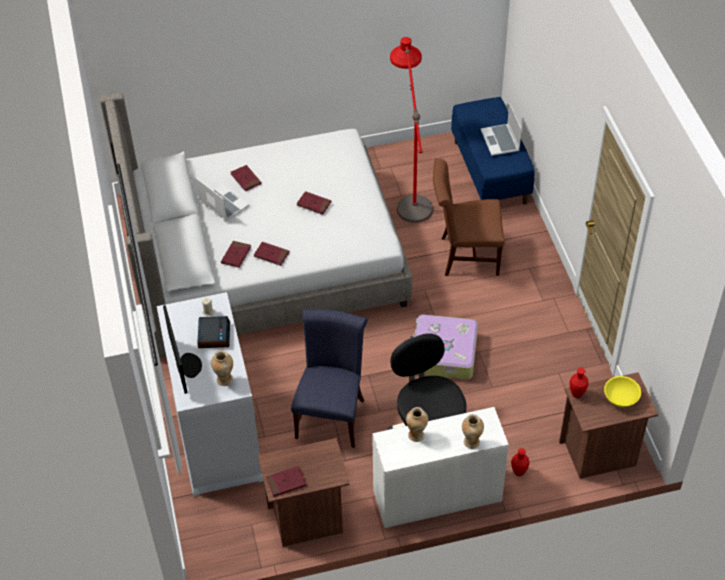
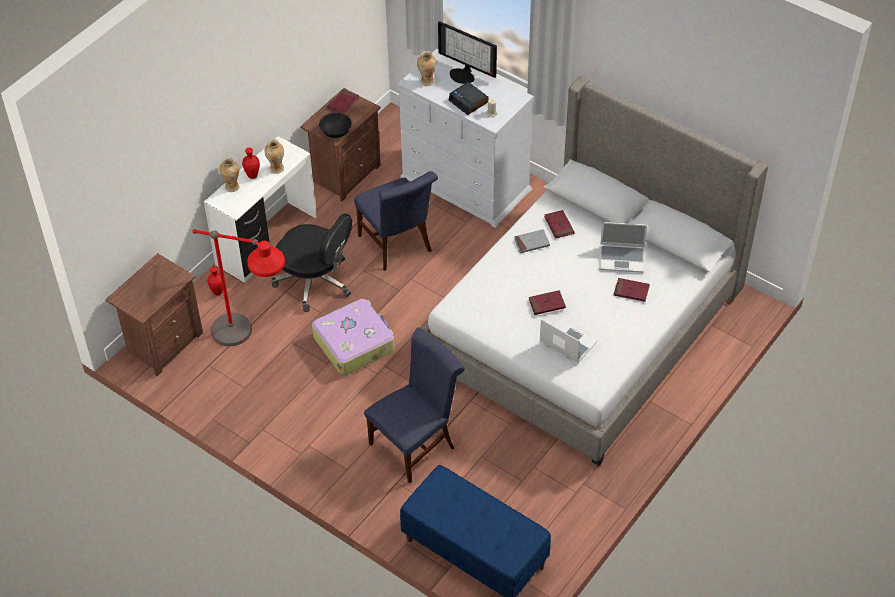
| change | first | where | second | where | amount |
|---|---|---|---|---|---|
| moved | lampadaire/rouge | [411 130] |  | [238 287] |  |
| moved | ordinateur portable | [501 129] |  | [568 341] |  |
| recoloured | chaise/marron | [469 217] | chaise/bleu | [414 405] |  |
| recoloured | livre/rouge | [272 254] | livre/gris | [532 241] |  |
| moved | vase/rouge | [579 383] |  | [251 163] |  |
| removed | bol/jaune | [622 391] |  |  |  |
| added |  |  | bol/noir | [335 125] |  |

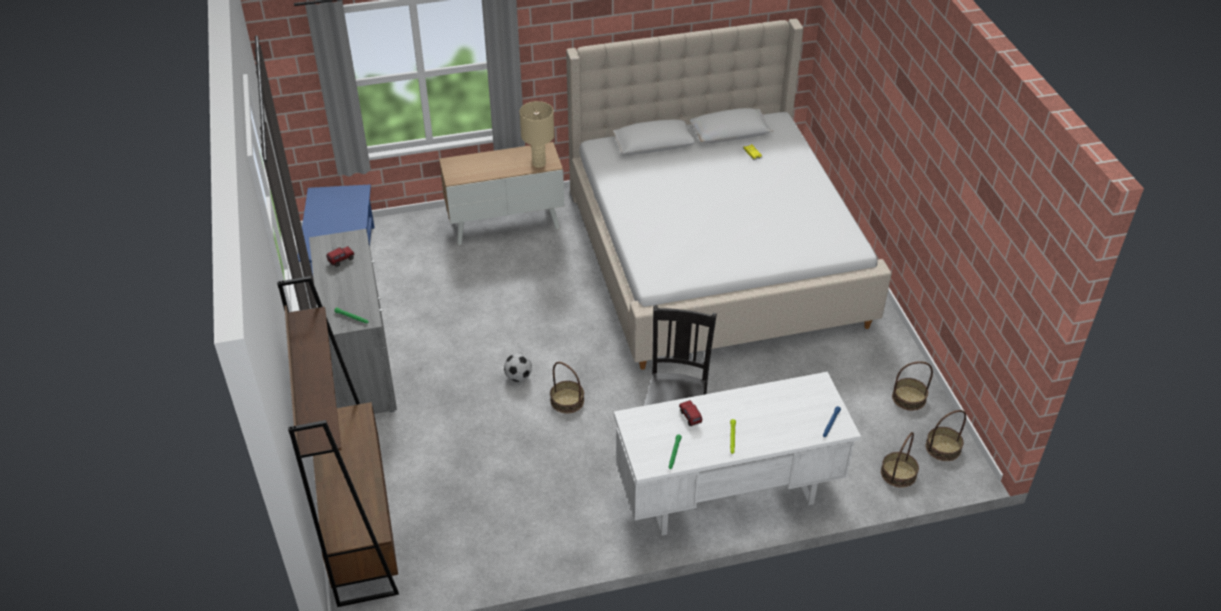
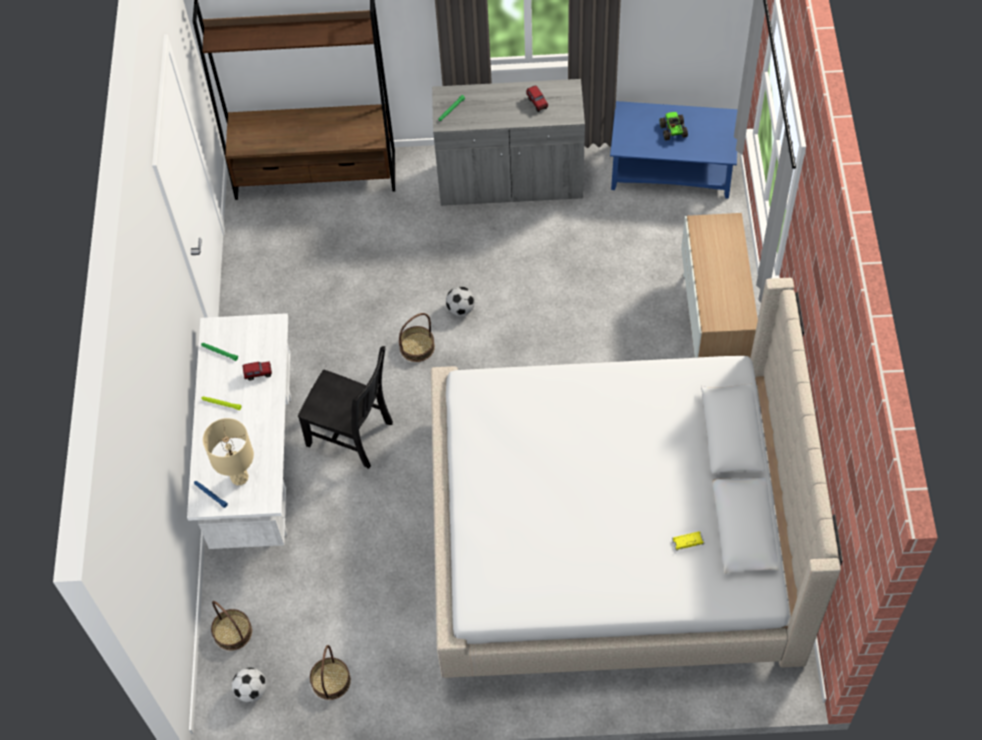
| change | first | where | second | where | amount |
|---|---|---|---|---|---|
| moved | lampe de table/beige | [537 134] |  | [228 451] |  |
| replaced | panier | [946 435] | ballon de foot | [249 685] |  |
| added |  |  | camion jouet | [674 126] |  |

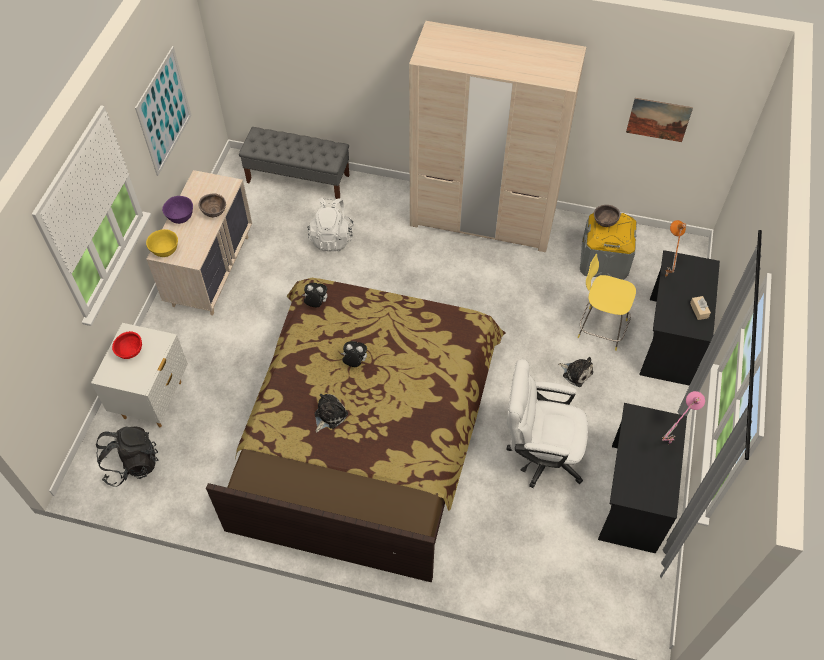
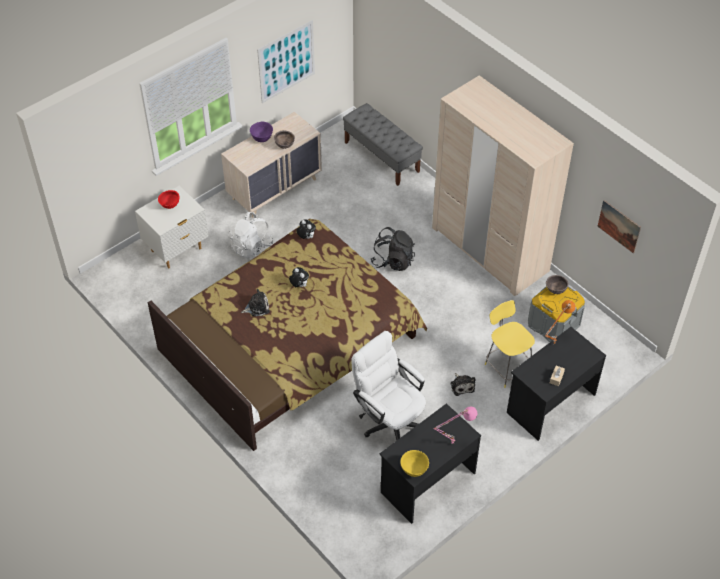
| change | first | where | second | where | amount |
|---|---|---|---|---|---|
| moved | sac à dos/blanc | [330 224] |  | [250 235] |  |
| moved | bol/jaune | [162 243] |  | [414 463] |  |
| moved | sac à dos/noir | [127 457] |  | [392 249] |  |

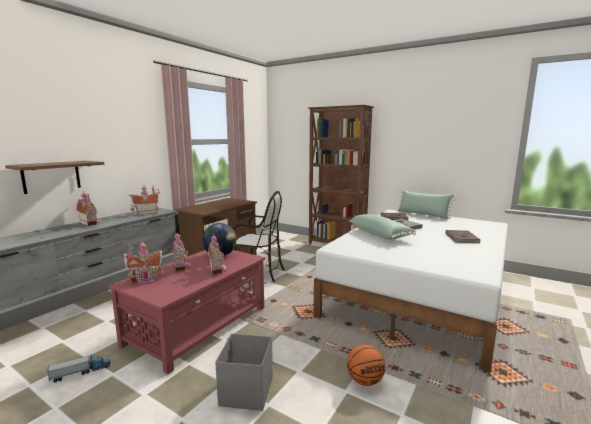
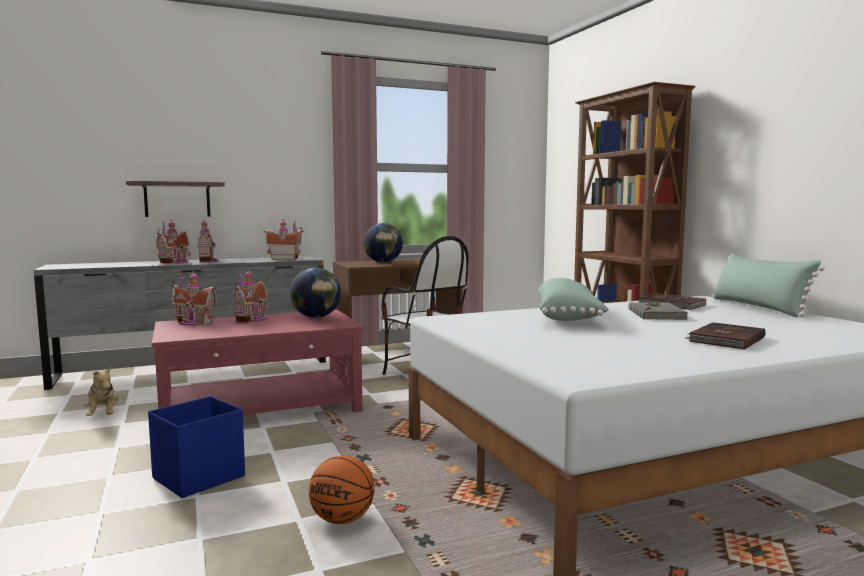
| change | first | where | second | where | amount |
|---|---|---|---|---|---|
| moved | maison miniature | [217 254] |  | [173 241] |  |
| recoloured | boîte de rangement/gris | [244 372] | boîte de rangement/bleu | [196 447] |  |
| replaced | camion jouet | [78 368] | peluche | [101 391] |  |
| added |  |  | globe | [383 243] |  |

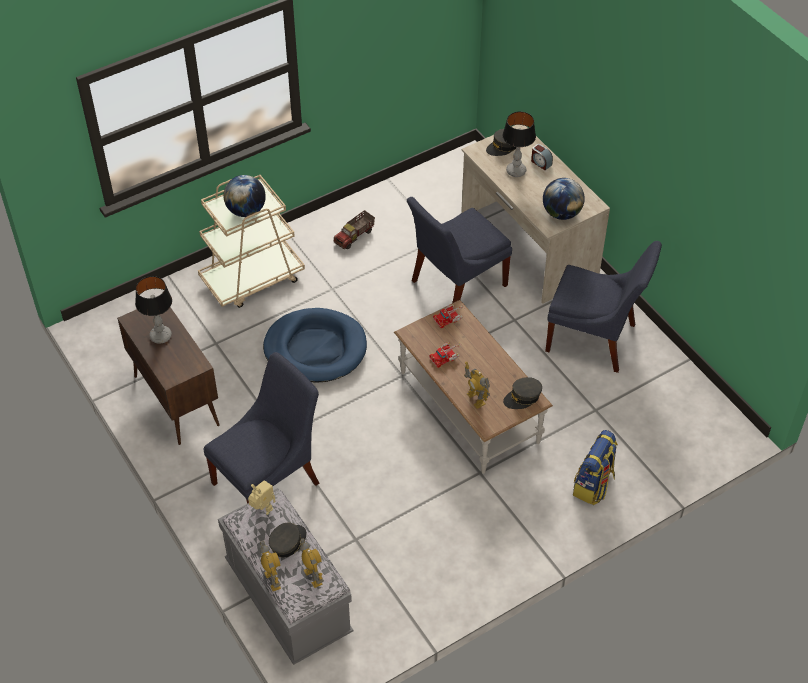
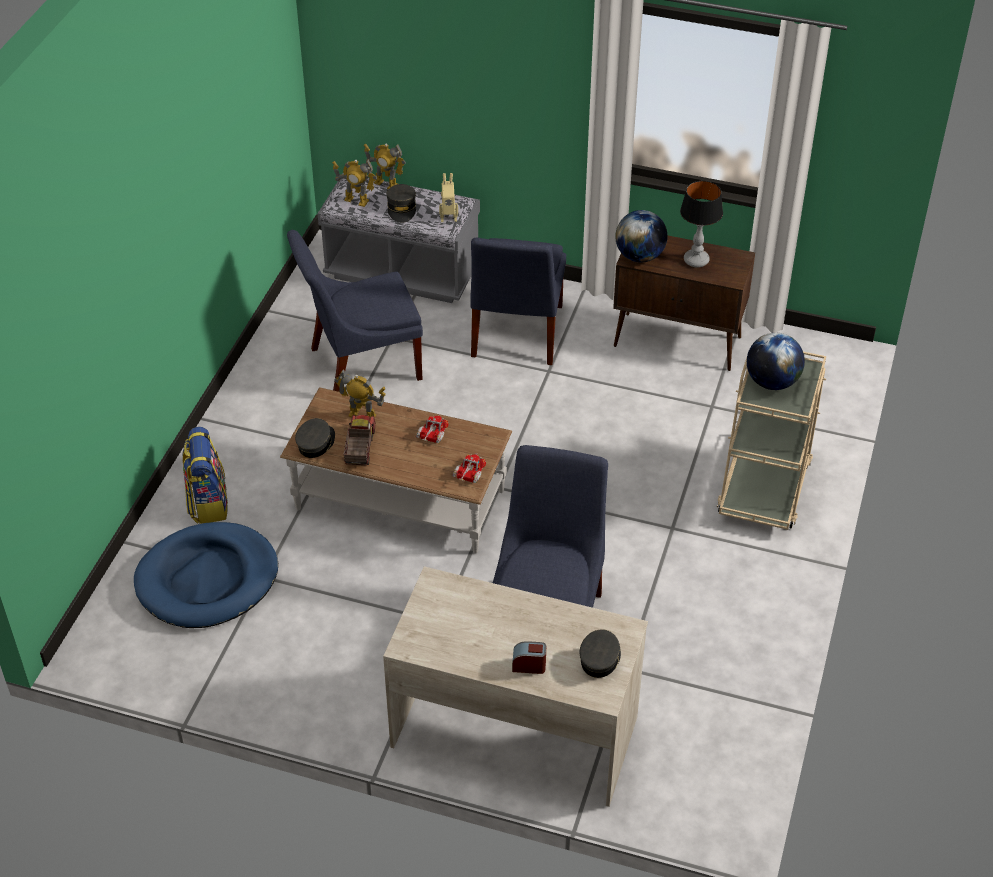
| change | first | where | second | where | amount |
|---|---|---|---|---|---|
| removed | lampe de table | [519 144] |  |  |  |
| moved | globe | [564 199] |  | [641 236] |  |
| moved | camion jouet | [354 229] |  | [359 440] |  |
| moved | chaise/bleu | [603 307] |  | [355 311] |  |
| moved | panier pour chien/bleu | [315 345] |  | [206 575] |  |

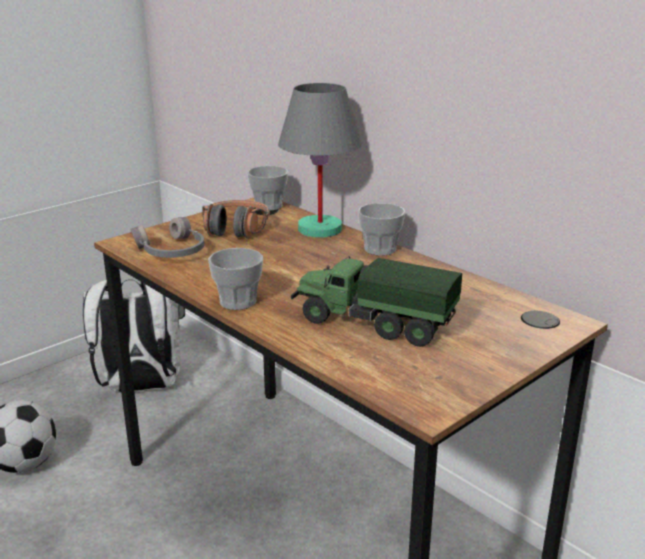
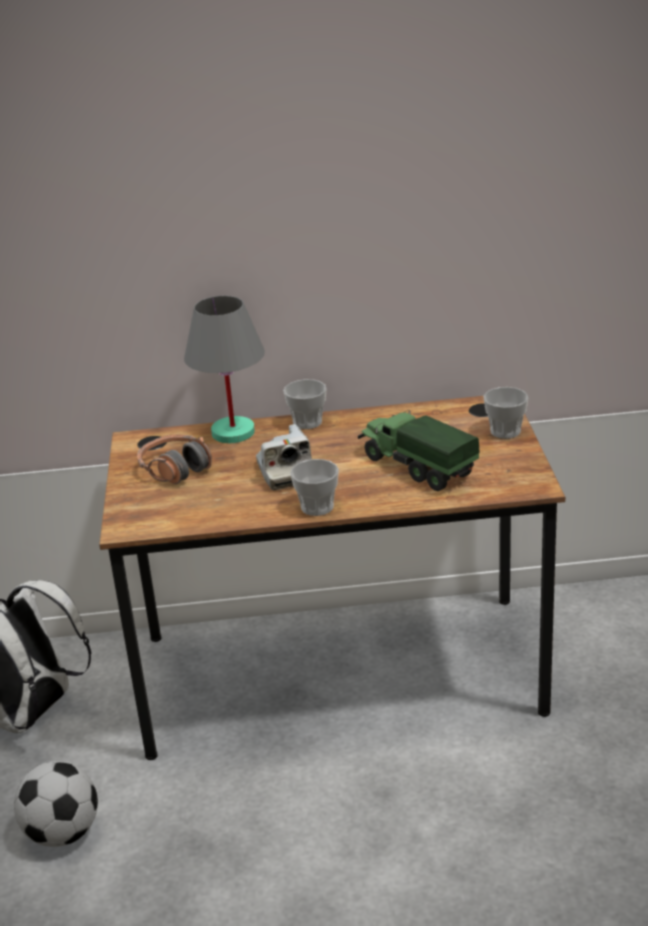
| change | first | where | second | where | amount |
|---|---|---|---|---|---|
| moved | tasse | [267 188] |  | [505 413] |  |
| removed | casque audio/gris | [168 237] |  |  |  |
| turned | camion jouet | [376 301] |  | [419 450] | 75 degrees clockwise |
| added |  |  | appareil photo | [284 457] |  |

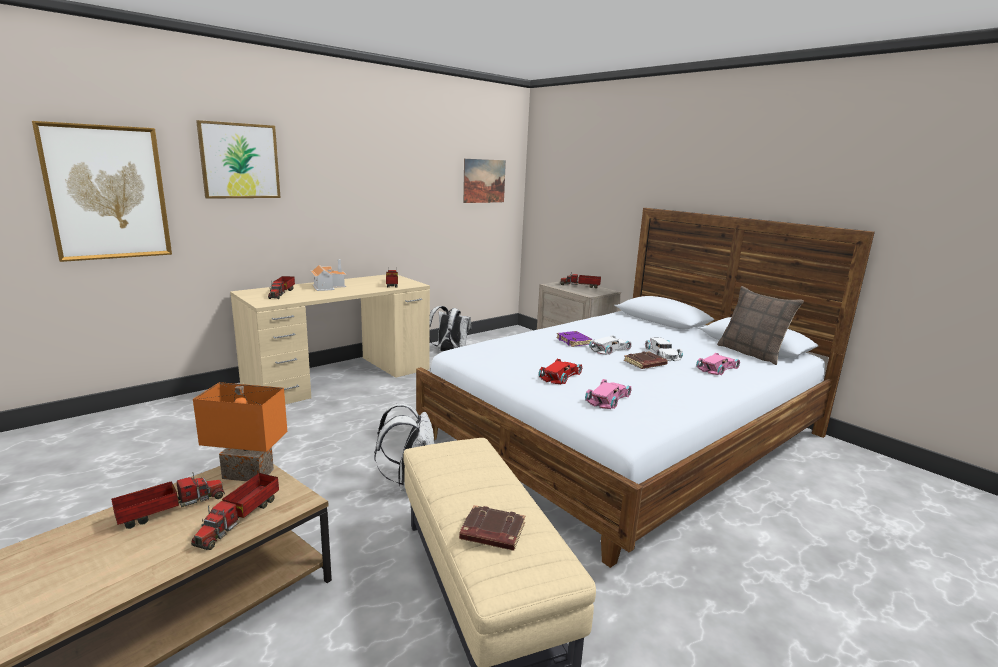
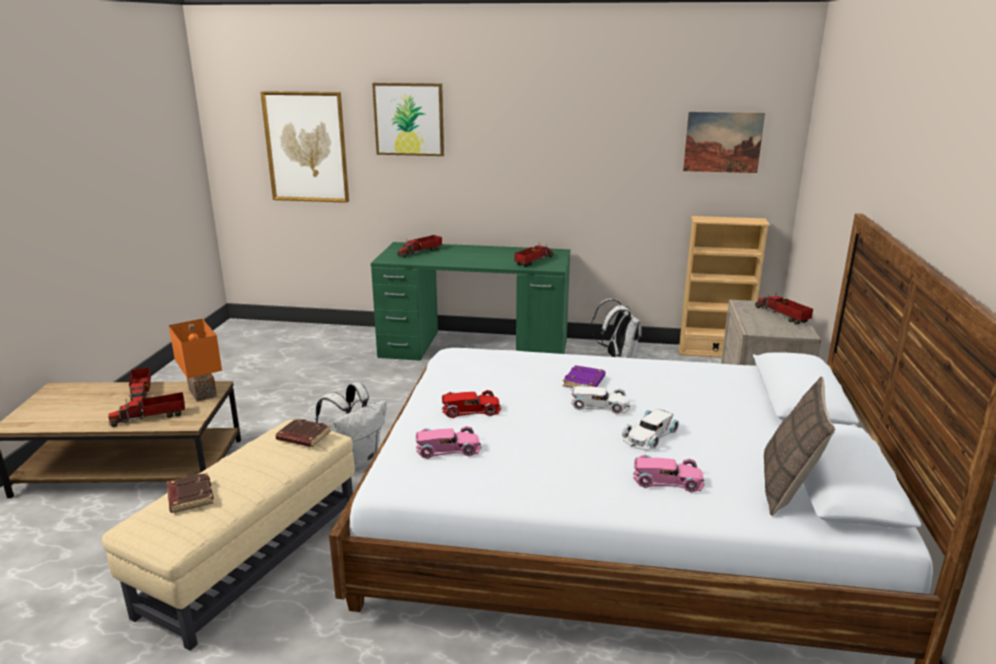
| change | first | where | second | where | amount |
|---|---|---|---|---|---|
| removed | maison miniature | [328 275] |  |  |  |
| recoloured | bureau/beige | [330 340] | bureau/vert | [470 301] |  |
| moved | livre/marron | [646 360] |  | [303 432] |  |
| turned | camion jouet | [168 500] |  | [140 388] | 60 degrees clockwise |
| added |  |  | bibliothèque/beige | [724 287] |  |

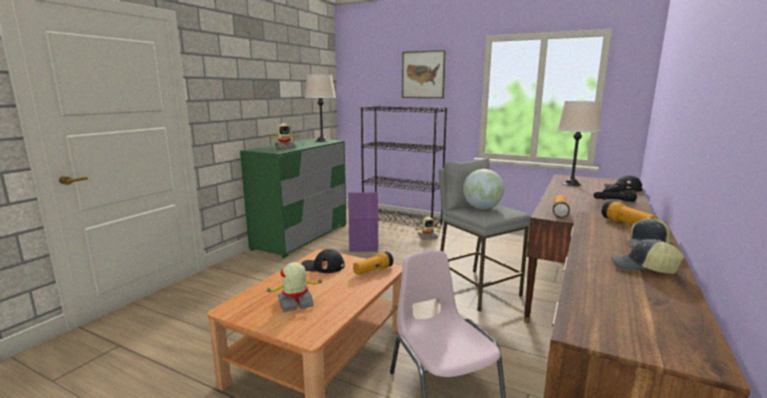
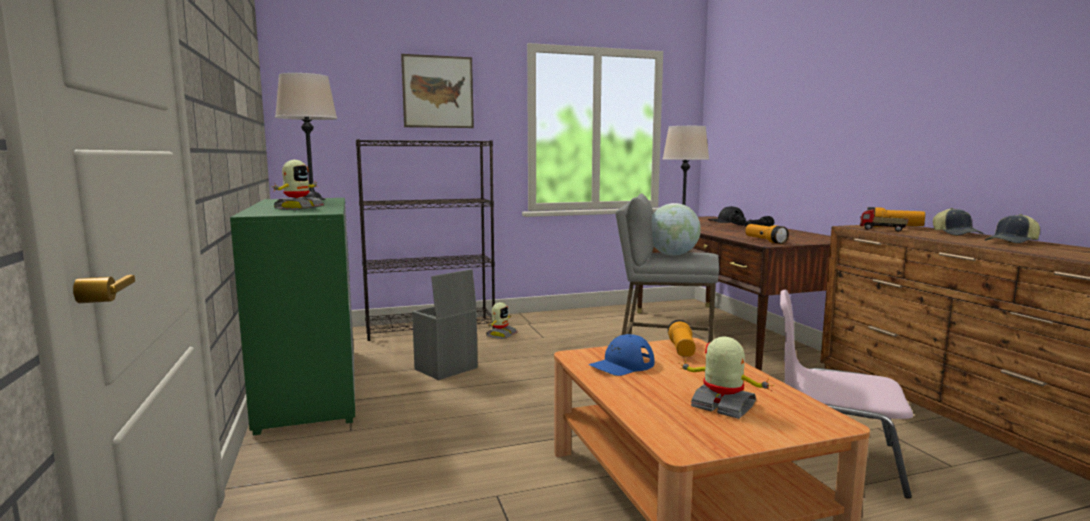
| change | first | where | second | where | amount |
|---|---|---|---|---|---|
| recoloured | boîte de rangement/violet | [363 222] | boîte de rangement/gris | [445 324] |  |
| recoloured | casquette/noir | [323 261] | casquette/bleu | [621 355] |  |
| turned | robot jouet | [294 287] |  | [726 377] | 105 degrees clockwise |
| added |  |  | camion jouet | [884 220] |  |

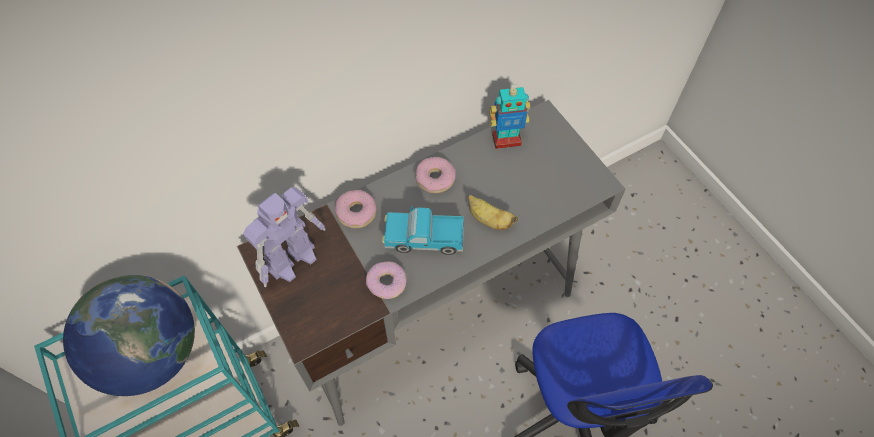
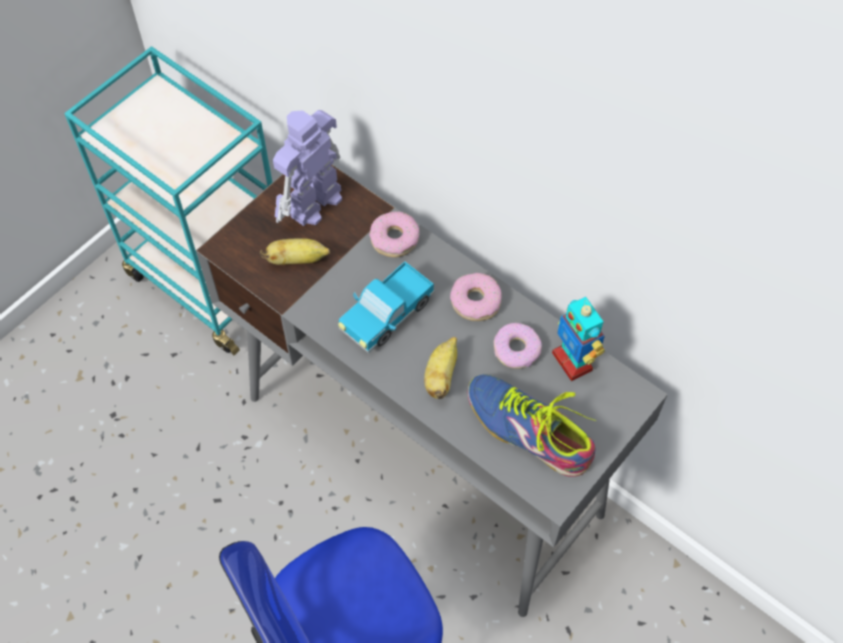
| change | first | where | second | where | amount |
|---|---|---|---|---|---|
| turned | robot jouet | [284 237] |  | [307 168] | 105 degrees clockwise |
| turned | camion jouet | [423 230] |  | [386 307] | 120 degrees counterclockwise |
| moved | beignet | [386 280] |  | [518 346] |  |
| removed | globe | [129 335] |  |  |  |
| added |  |  | banane | [295 251] |  |
| added |  |  | chaussure | [532 425] |  |

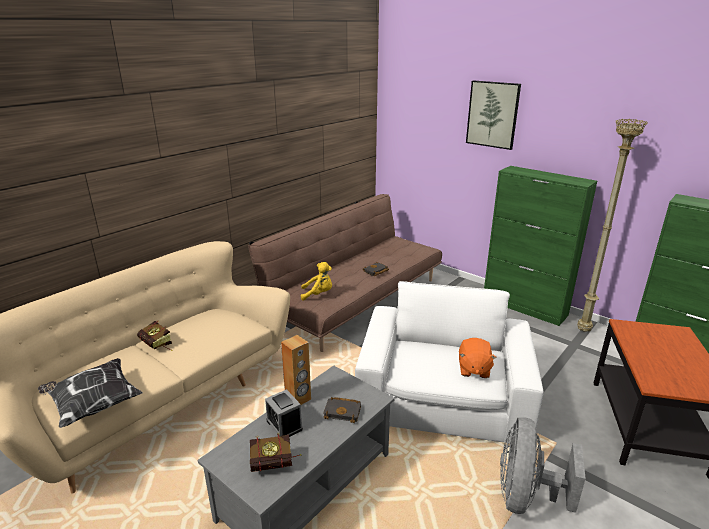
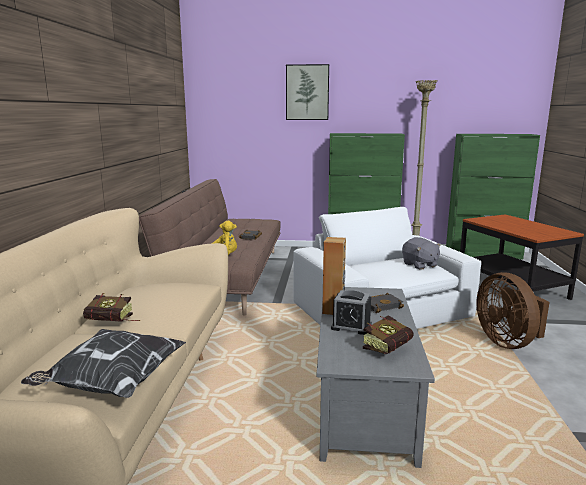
| change | first | where | second | where | amount |
|---|---|---|---|---|---|
| recoloured | peluche/orange | [478 358] | peluche/gris | [421 253] |  |
| recoloured | ventilateur/gris | [543 465] | ventilateur/marron | [512 310] |  |

